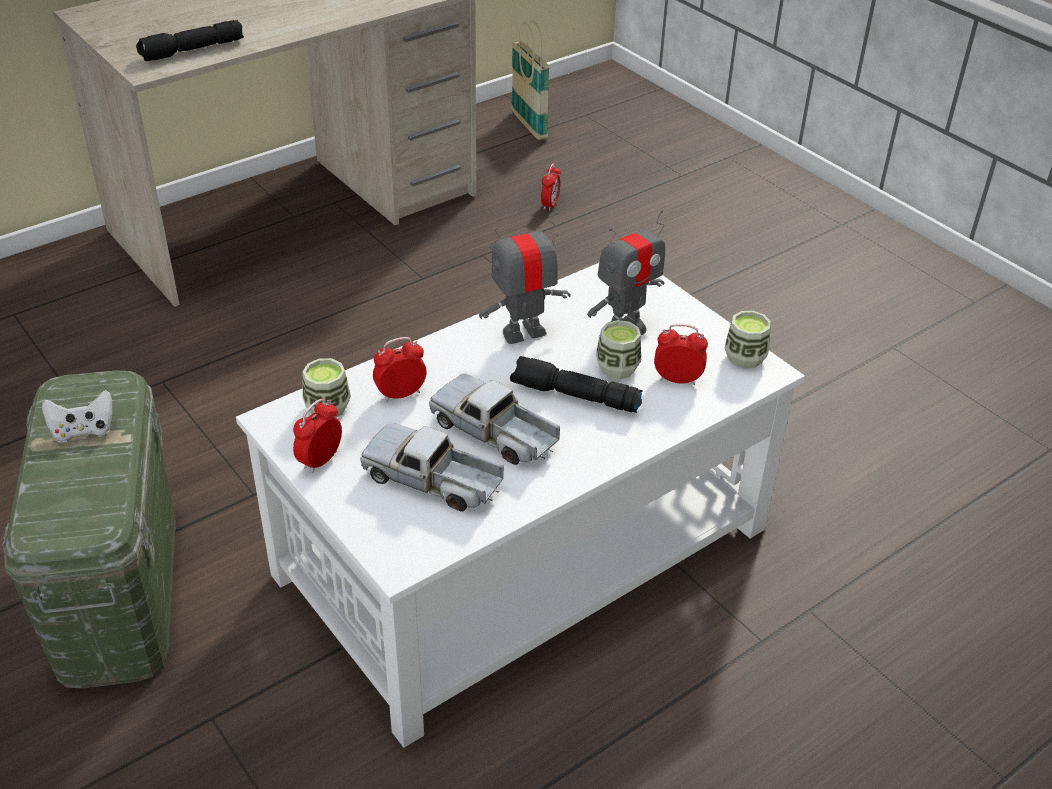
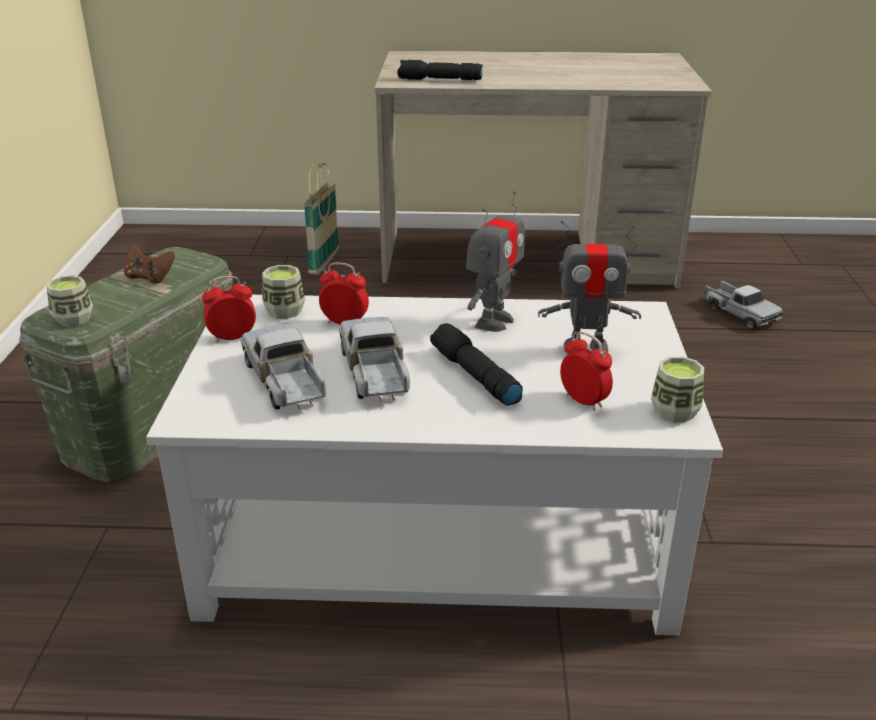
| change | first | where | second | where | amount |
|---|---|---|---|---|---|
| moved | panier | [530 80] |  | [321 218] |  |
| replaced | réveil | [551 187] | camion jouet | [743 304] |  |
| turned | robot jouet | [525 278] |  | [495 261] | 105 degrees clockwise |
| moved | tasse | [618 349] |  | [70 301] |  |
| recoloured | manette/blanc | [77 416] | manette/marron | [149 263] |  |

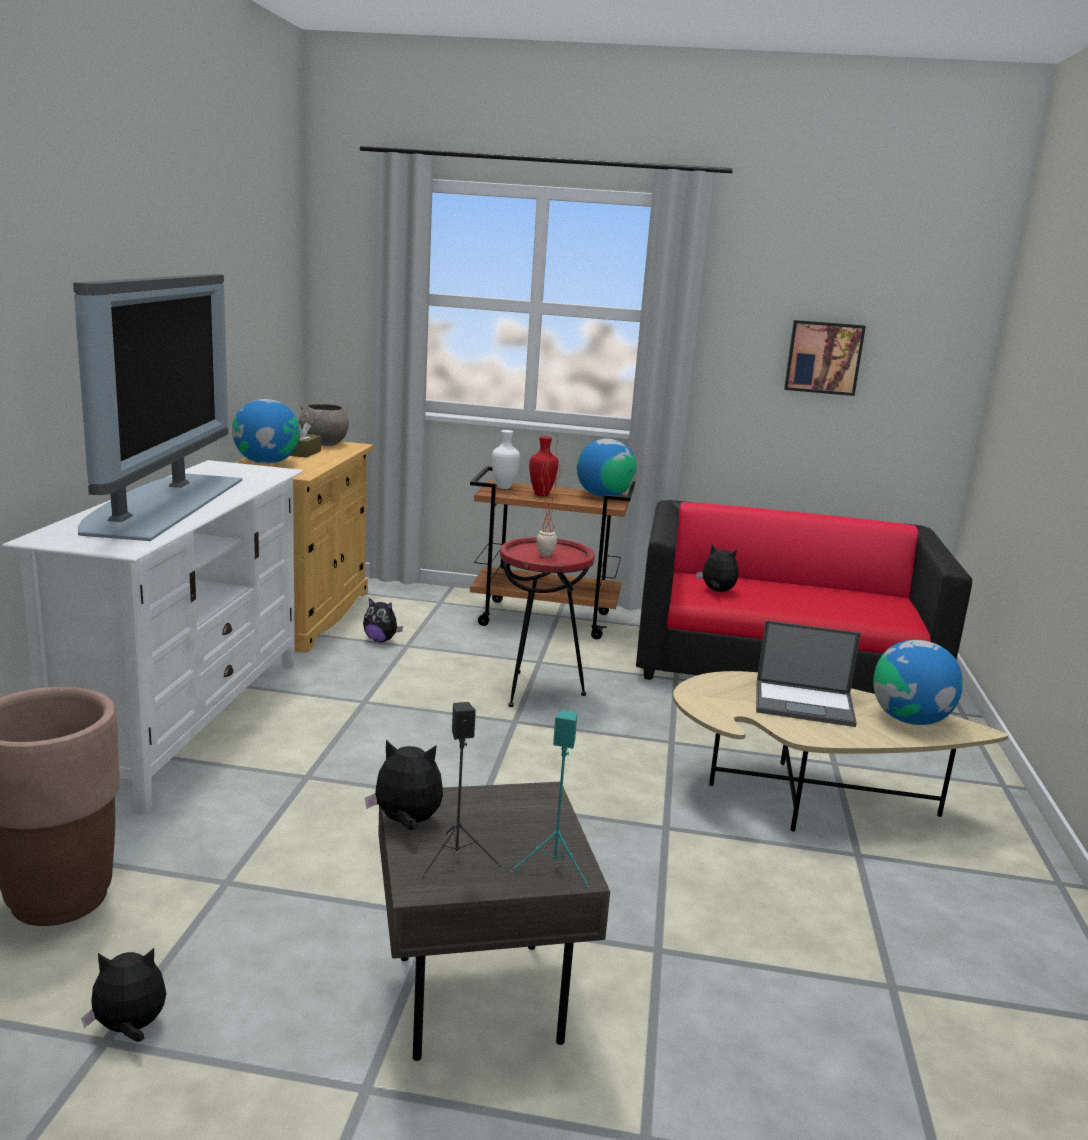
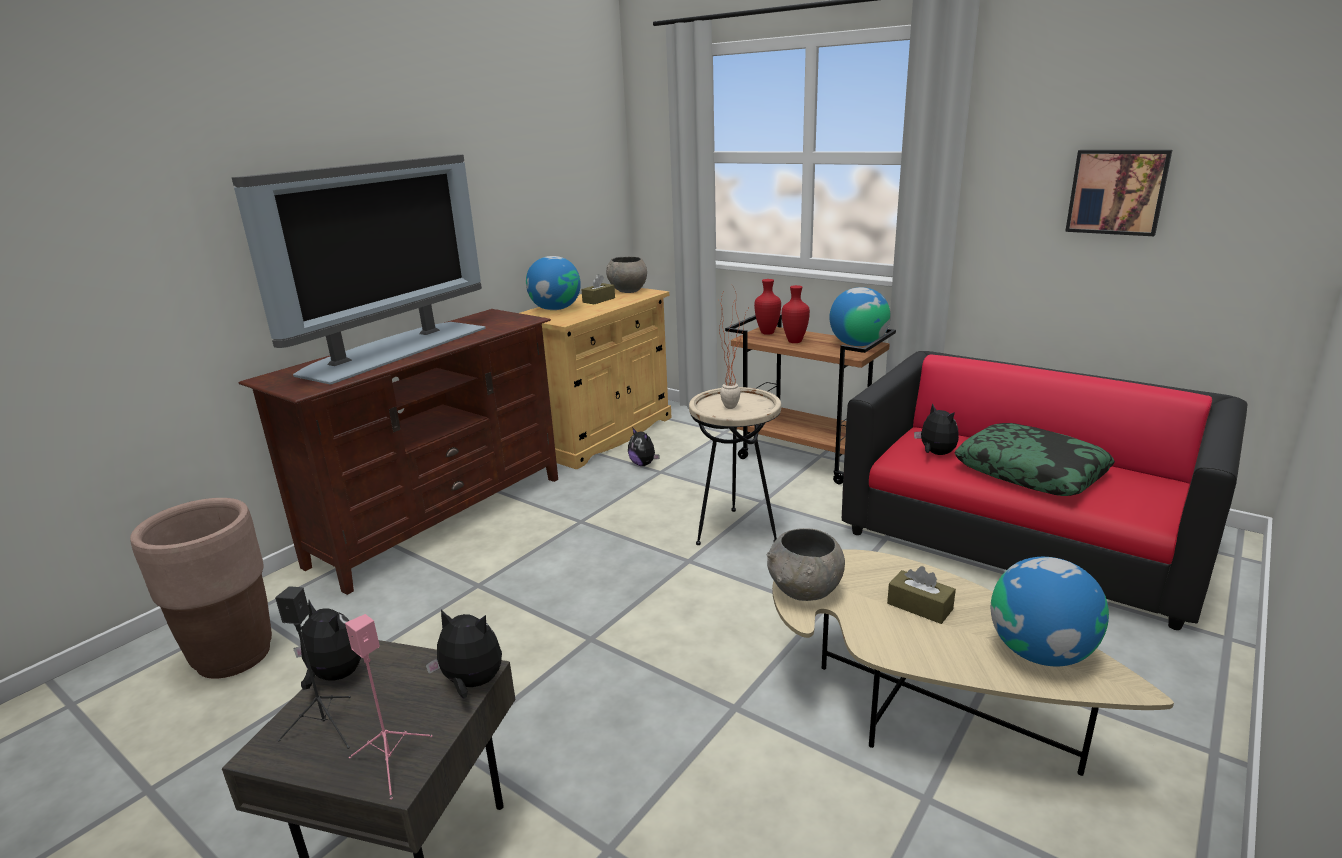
| change | first | where | second | where | amount |
|---|---|---|---|---|---|
| recoloured | vase/blanc | [506 459] | vase/rouge | [767 307] |  |
| recoloured | meuble télé/blanc | [153 636] | meuble télé/marron | [398 452] |  |
| recoloured | table d'appoint/rouge | [547 622] | table d'appoint/beige | [735 466] |  |
| replaced | ordinateur portable | [808 673] | boîte à mouchoirs/marron | [921 595] |  |
| recoloured | enceinte/turquoise | [550 799] | enceinte/rose | [388 707] |  |
| moved | peluche | [123 995] |  | [464 653] |  |
| added |  |  | coussin | [1034 459] |  |
| added |  |  | bol/gris | [806 564] |  |

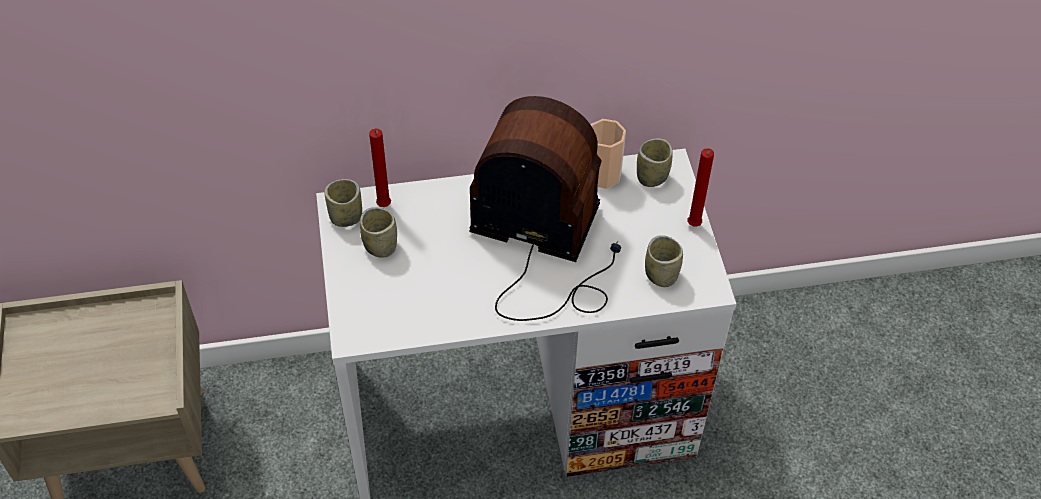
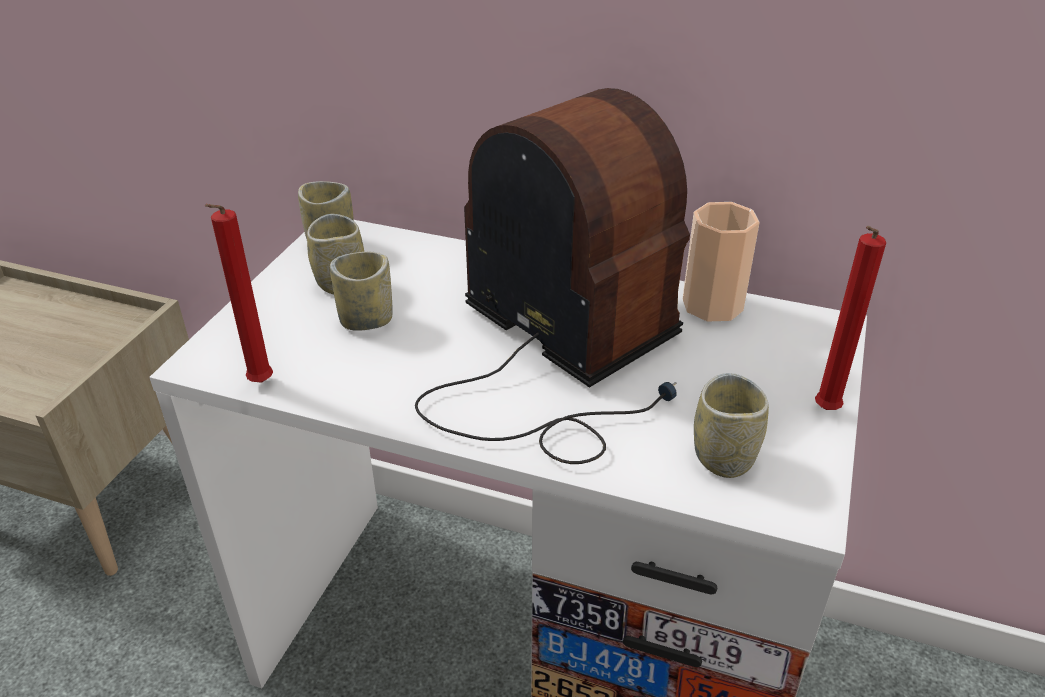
| change | first | where | second | where | amount |
|---|---|---|---|---|---|
| moved | bougie/rouge | [380 168] |  | [239 293] |  |
| moved | tasse | [655 162] |  | [361 291] |  |

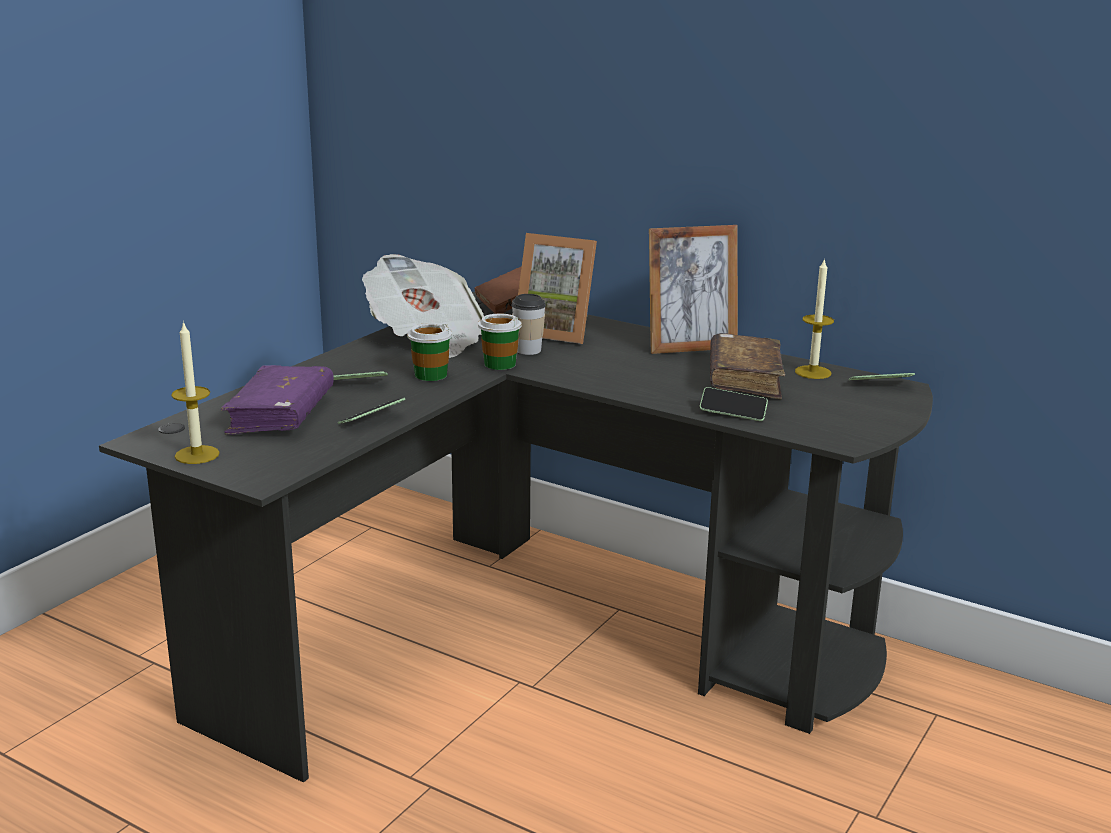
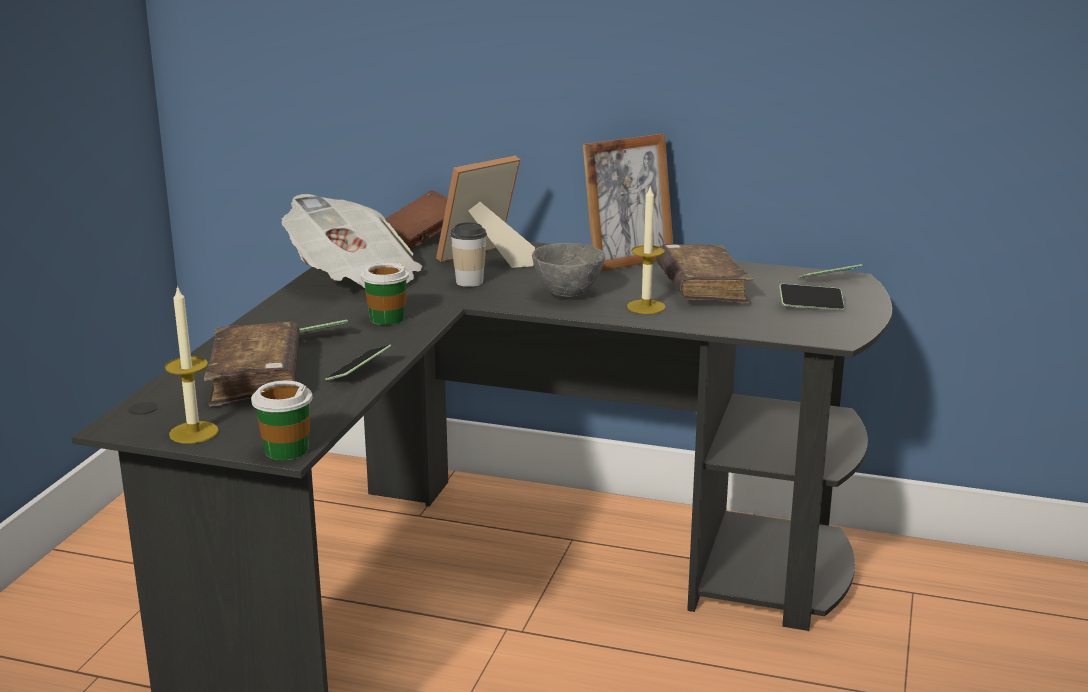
| change | first | where | second | where | amount |
|---|---|---|---|---|---|
| turned | cadre photo | [557 288] |  | [485 211] | 135 degrees clockwise |
| moved | bougie | [814 318] |  | [646 250] |  |
| moved | tasse | [500 342] |  | [281 420] |  |
| recoloured | livre/violet | [277 400] | livre/marron | [252 364] |  |
| moved | téléphone | [733 404] |  | [812 297] |  |
| added |  |  | bol/gris | [568 271] |  |

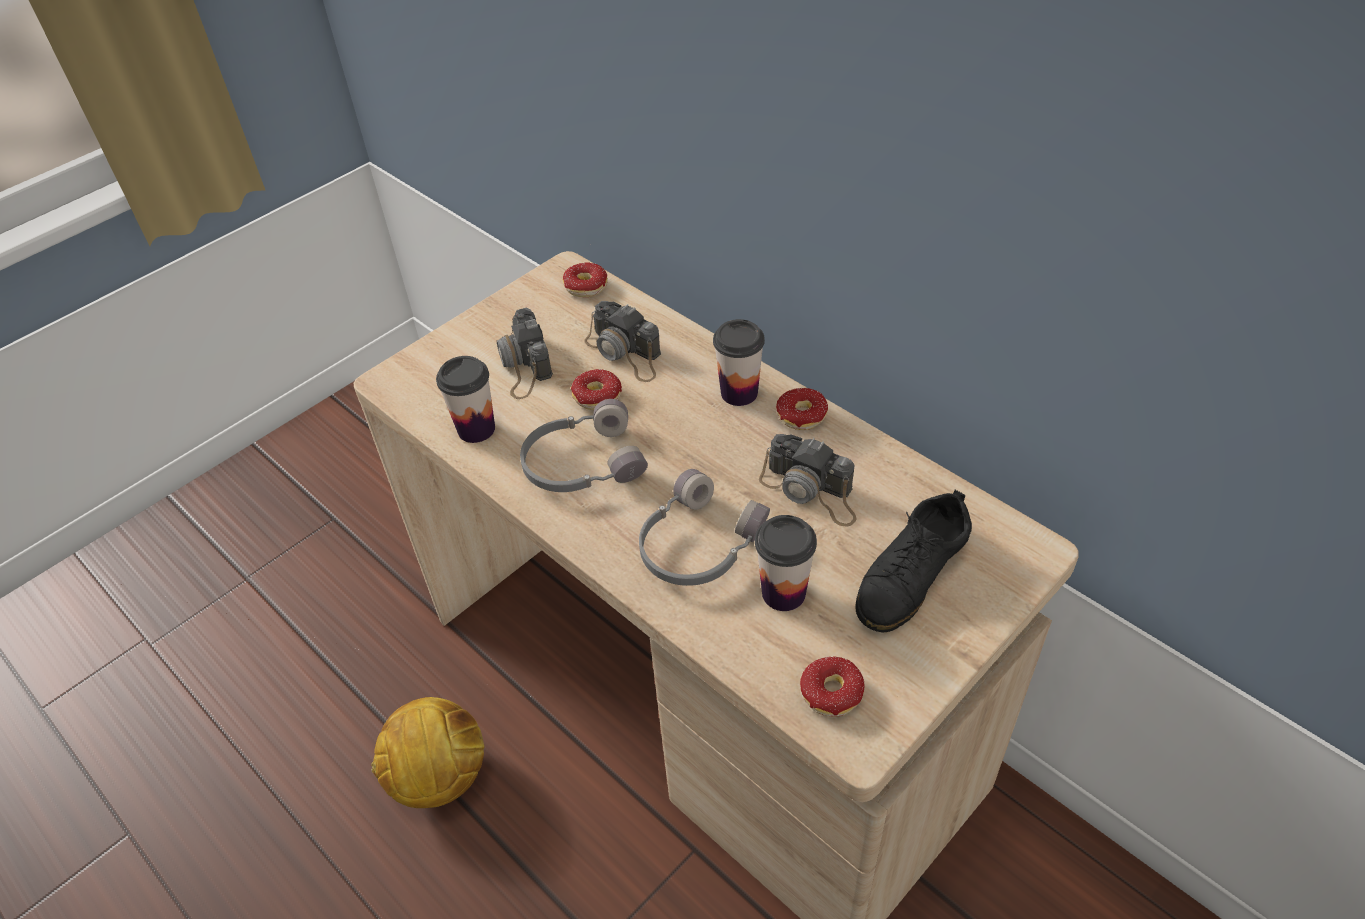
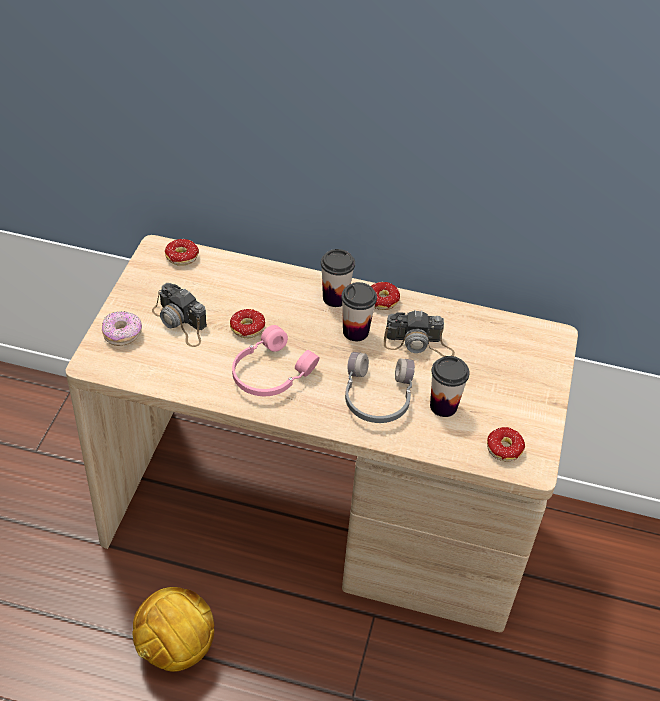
| change | first | where | second | where | amount |
|---|---|---|---|---|---|
| removed | appareil photo | [623 341] |  |  |  |
| moved | tasse | [465 399] |  | [359 311] |  |
| recoloured | casque audio/gris | [584 445] | casque audio/rose | [276 360] |  |
| removed | chaussure/noir | [913 561] |  |  |  |
| added |  |  | beignet | [122 328] |  |

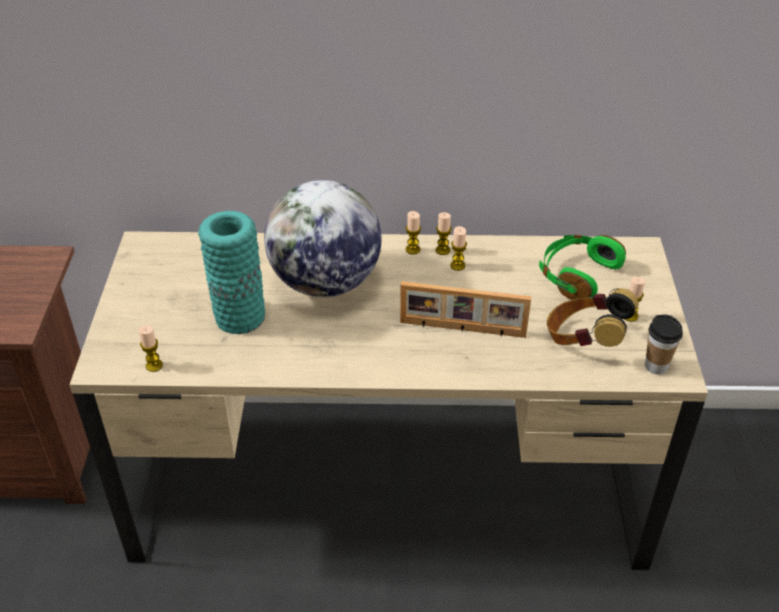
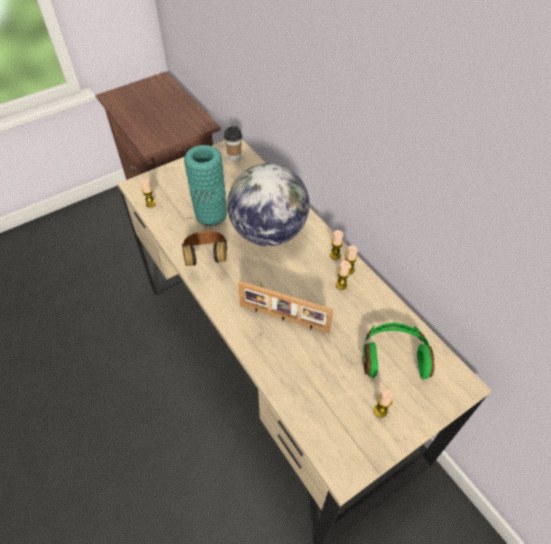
| change | first | where | second | where | amount |
|---|---|---|---|---|---|
| turned | cadre photo | [465 309] |  | [285 307] | 45 degrees counterclockwise |
| moved | casque audio | [593 317] |  | [204 248] |  |
| moved | tasse | [664 344] |  | [233 144] |  |

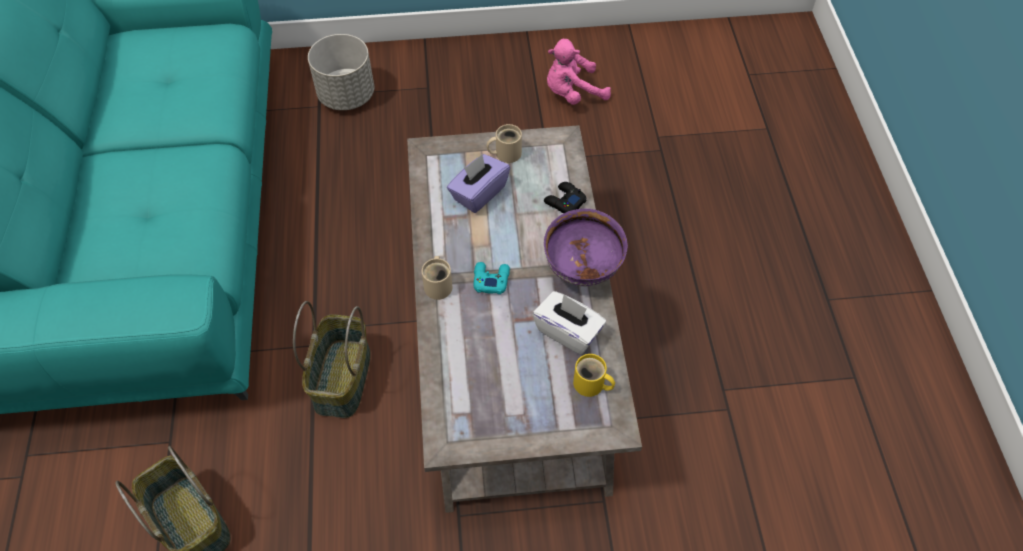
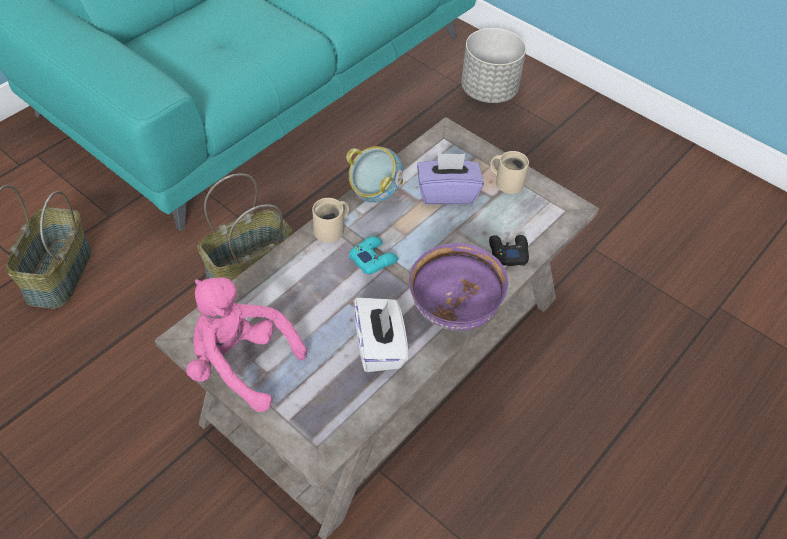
| change | first | where | second | where | amount |
|---|---|---|---|---|---|
| moved | peluche/rose | [579 72] |  | [246 345] |  |
| removed | mug/jaune | [594 375] |  |  |  |
| added |  |  | bol | [374 174] |  |

